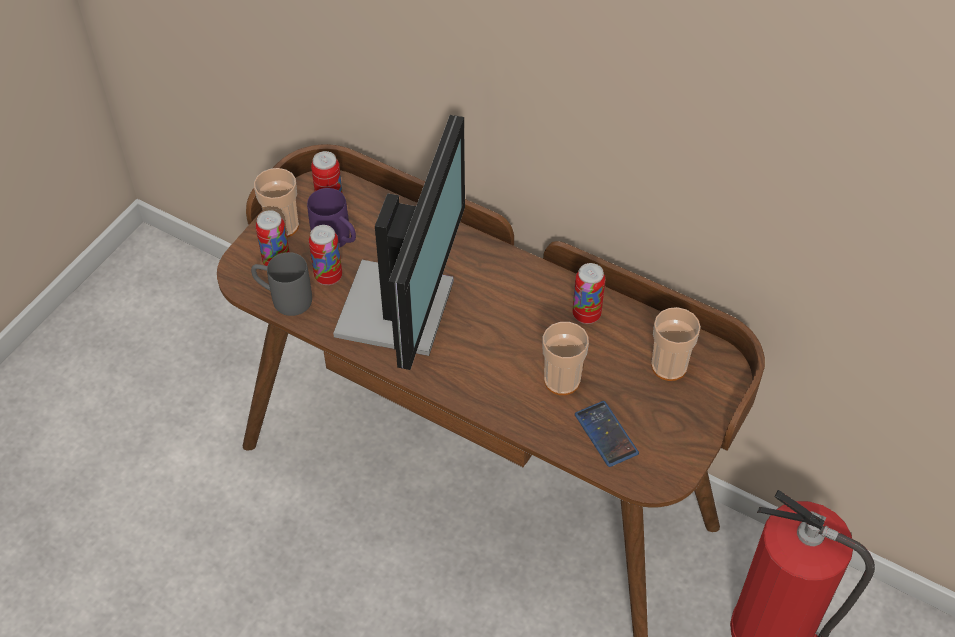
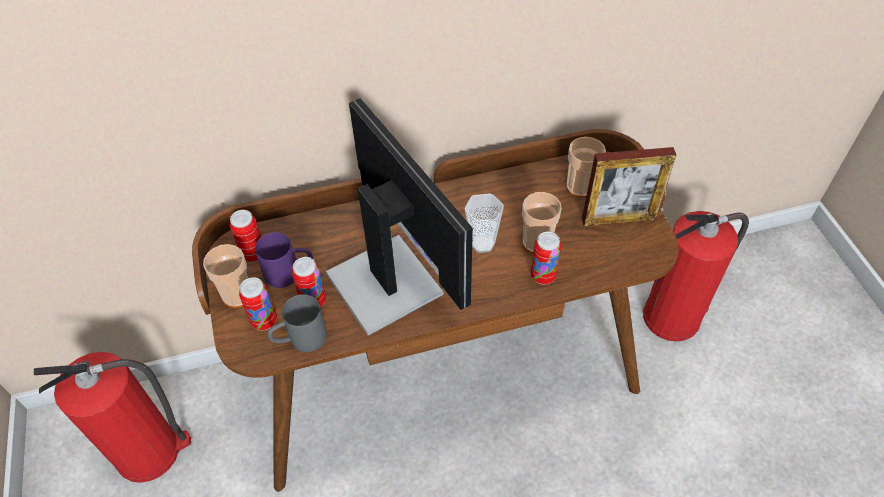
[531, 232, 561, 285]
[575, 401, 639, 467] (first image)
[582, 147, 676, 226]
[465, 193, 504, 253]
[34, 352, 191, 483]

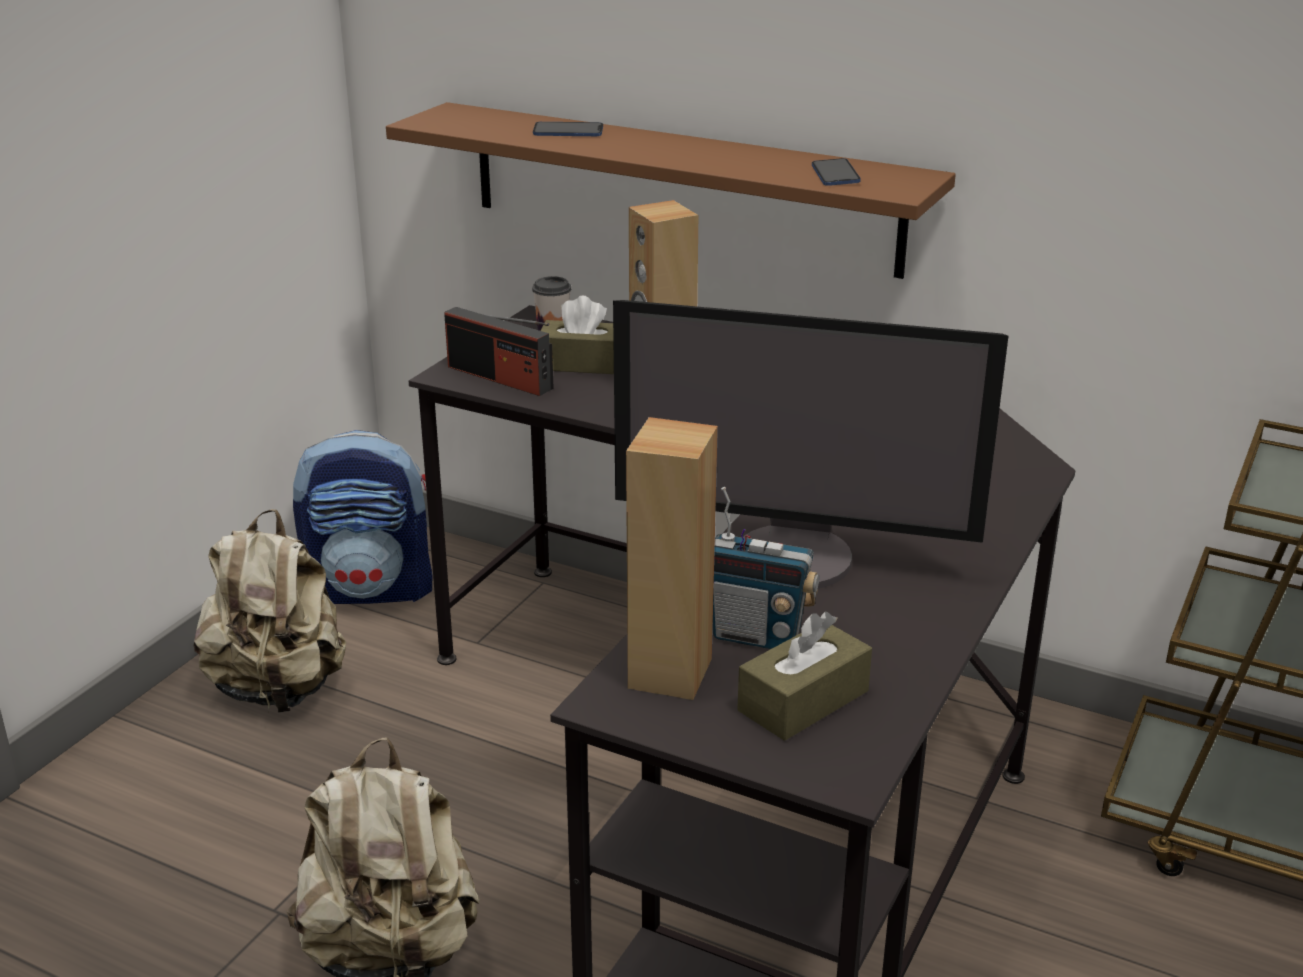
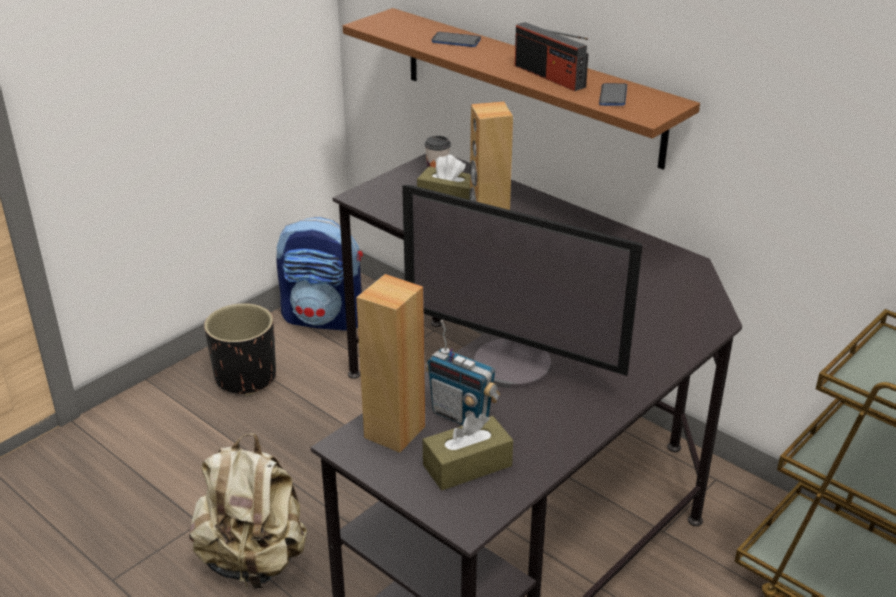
[515, 22, 589, 91]
[204, 303, 276, 396]

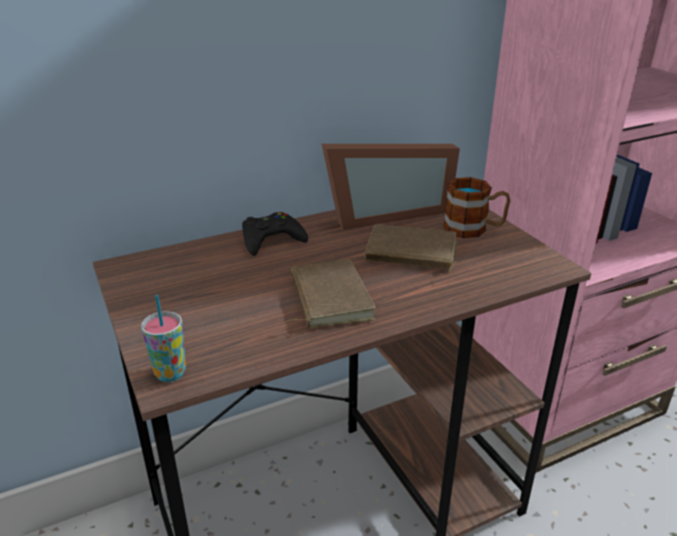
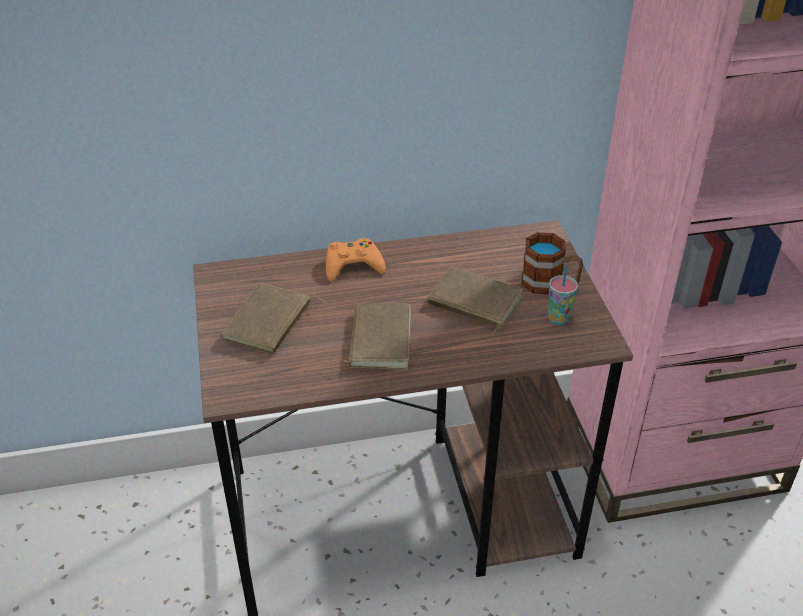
[322, 144, 460, 230] (first image)
[326, 238, 386, 282]
[548, 265, 578, 325]
[222, 283, 326, 354]

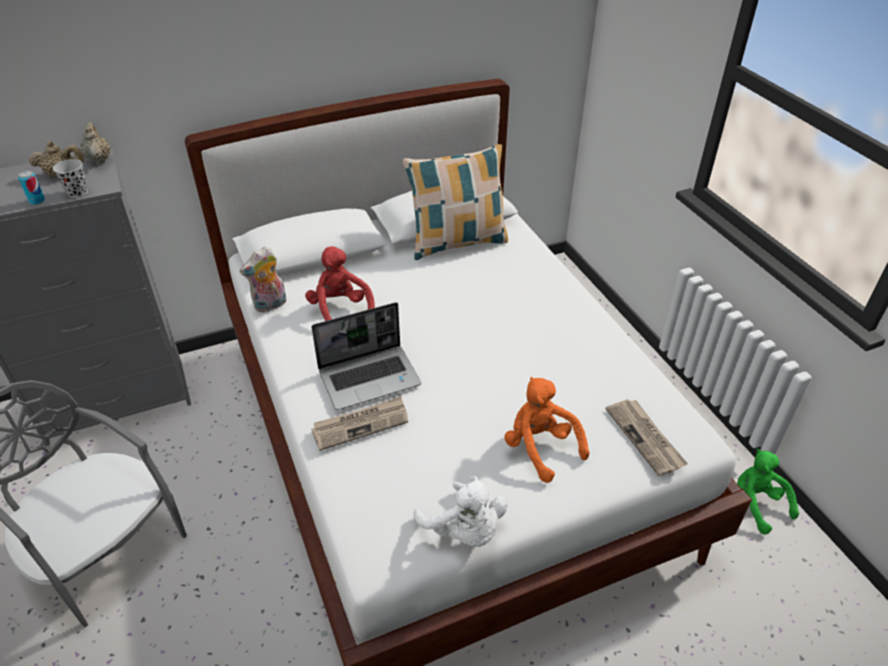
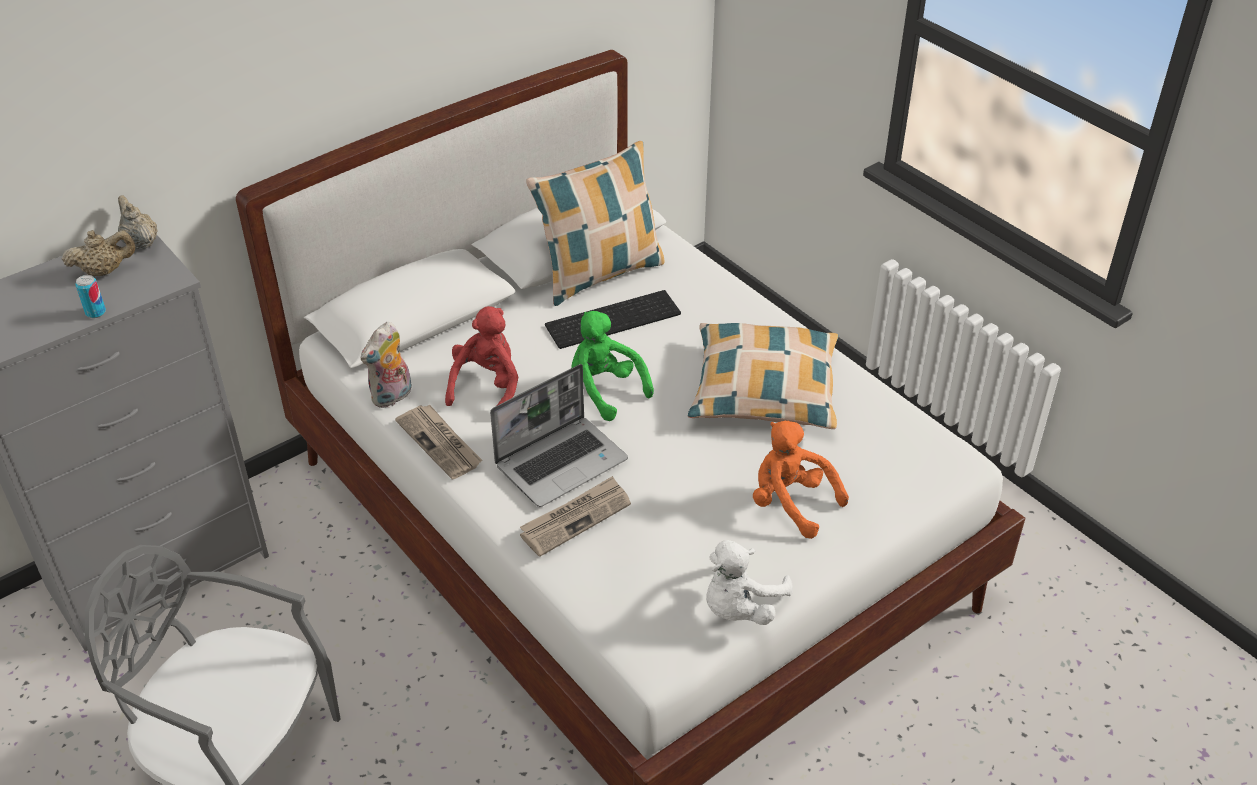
[53, 159, 88, 198] (first image)
[445, 306, 519, 406]
[395, 405, 482, 479]
[571, 311, 654, 421]
[706, 540, 793, 625]
[545, 290, 681, 349]
[688, 323, 839, 429]

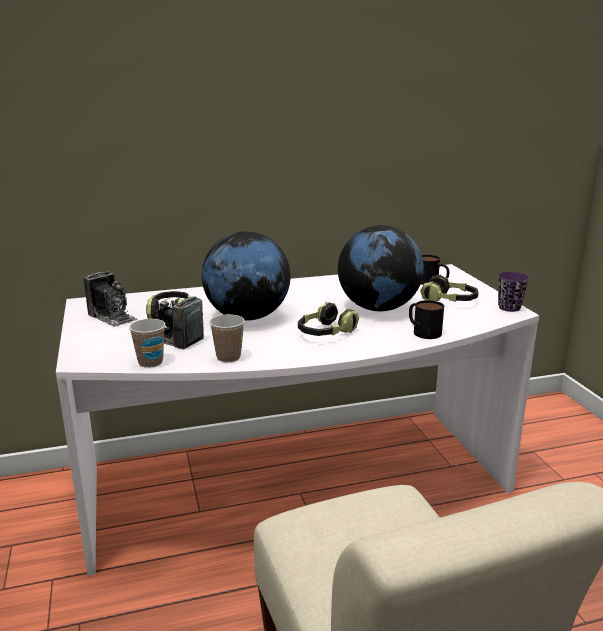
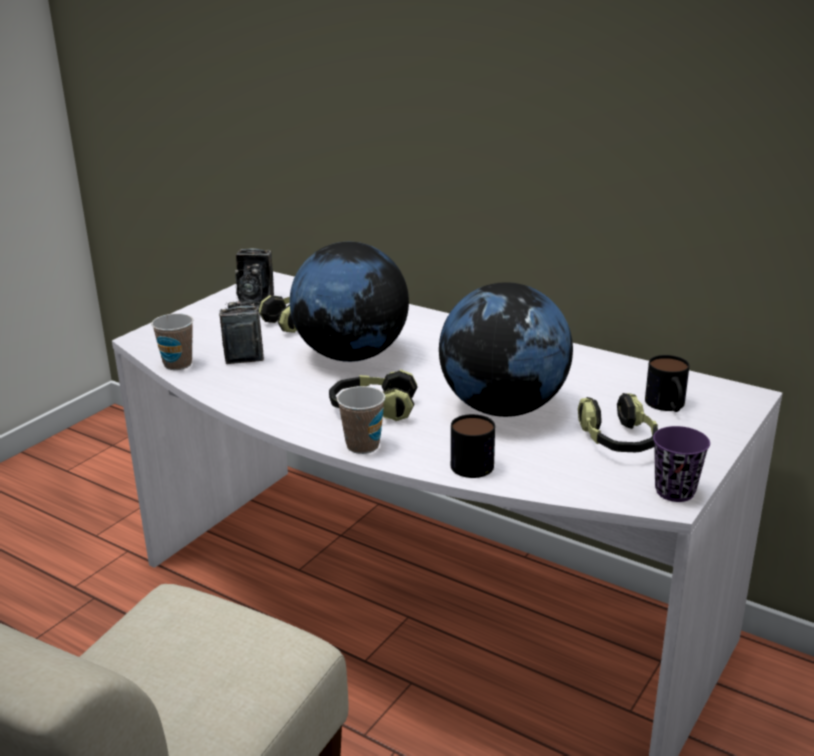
[337, 386, 385, 454]

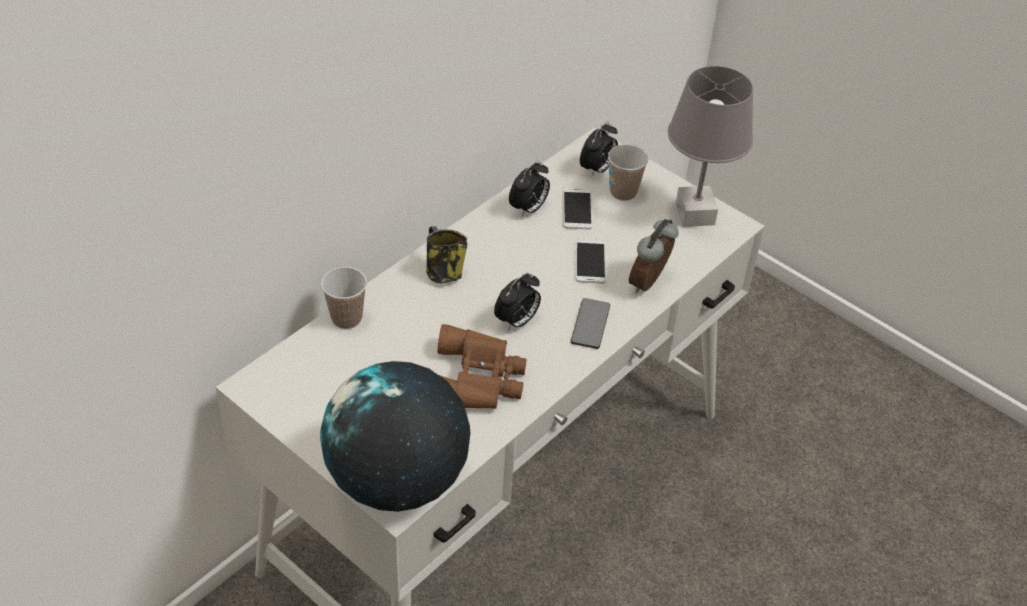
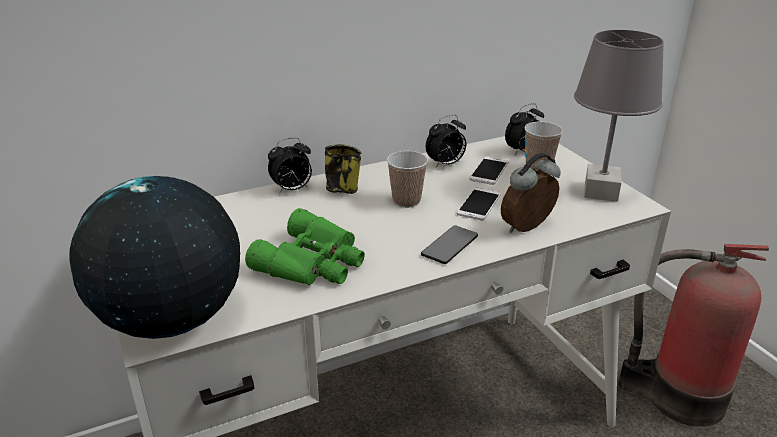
[387, 151, 428, 208]
[268, 137, 312, 194]
[245, 208, 365, 285]
[618, 244, 769, 427]

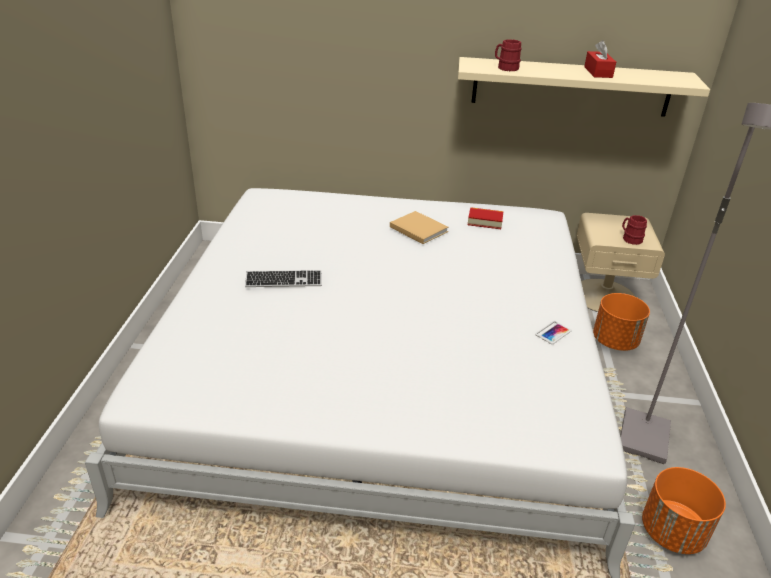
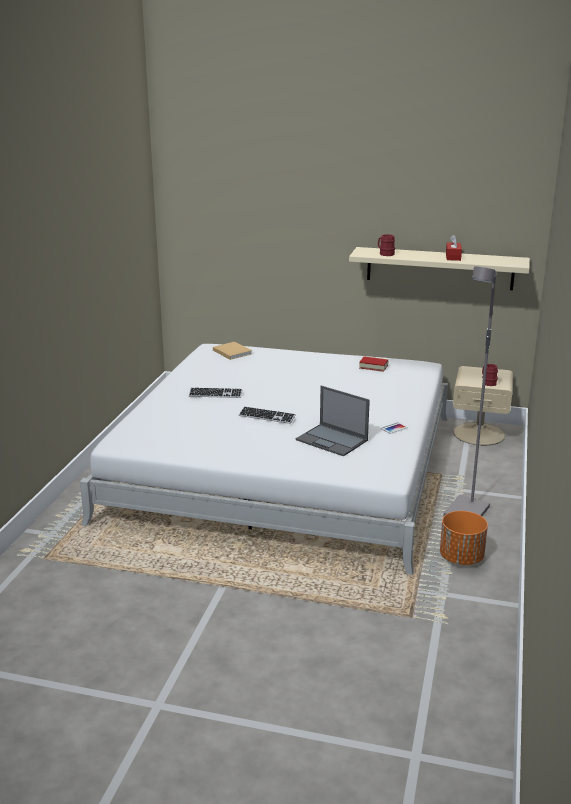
[213, 342, 252, 360]
[593, 293, 650, 351] (first image)
[296, 386, 370, 456]
[239, 406, 296, 424]

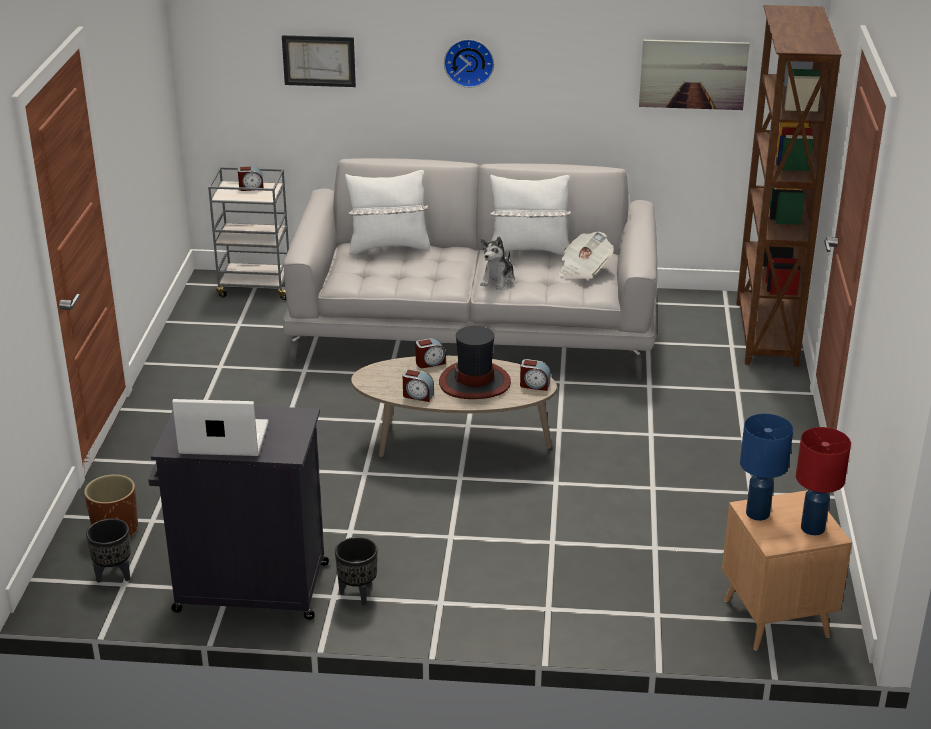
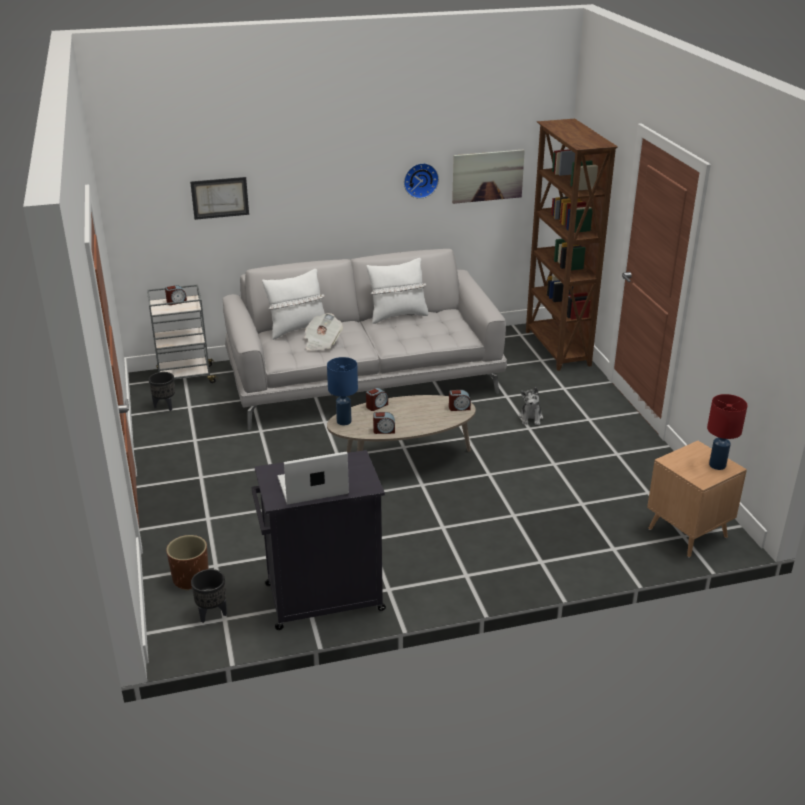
[404, 163, 439, 199]
[304, 313, 343, 351]
[519, 387, 543, 425]
[439, 326, 511, 399] (first image)
[327, 357, 358, 425]
[148, 372, 175, 411]

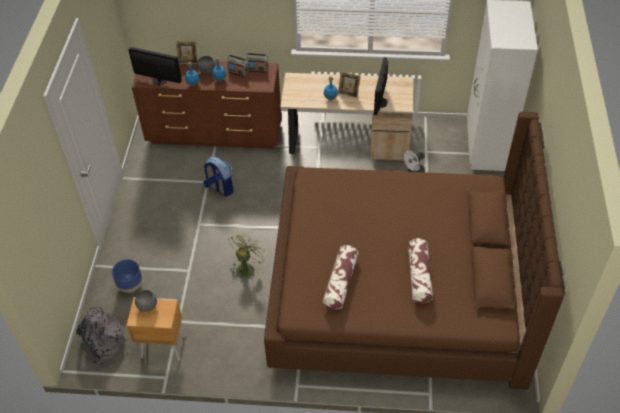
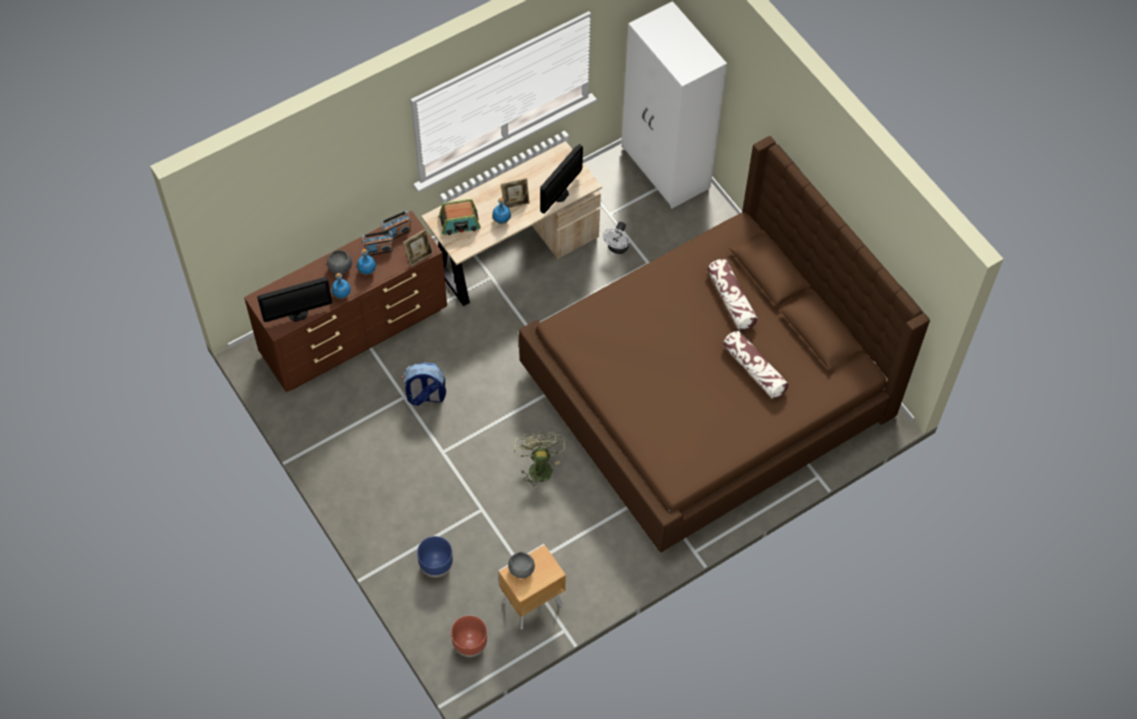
[403, 229, 433, 267]
[540, 144, 583, 214]
[707, 259, 758, 330]
[451, 615, 487, 657]
[439, 199, 481, 235]

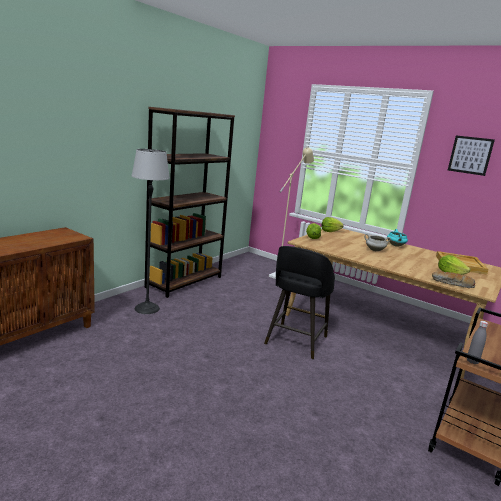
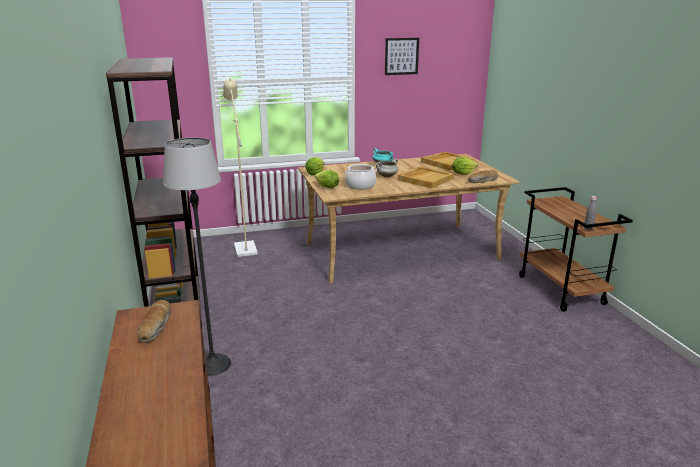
[264, 246, 335, 359] (first image)
[344, 164, 377, 190]
[398, 166, 454, 189]
[138, 300, 171, 343]

